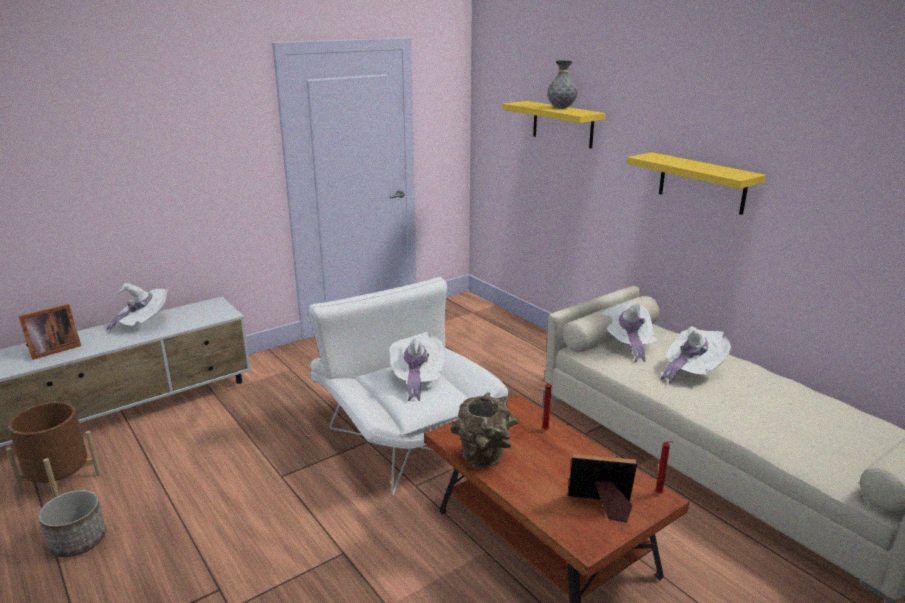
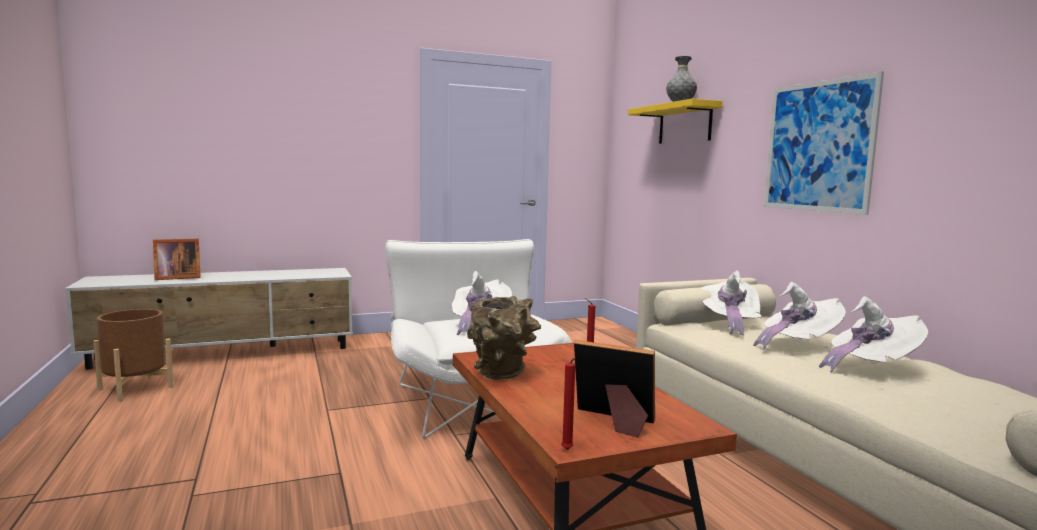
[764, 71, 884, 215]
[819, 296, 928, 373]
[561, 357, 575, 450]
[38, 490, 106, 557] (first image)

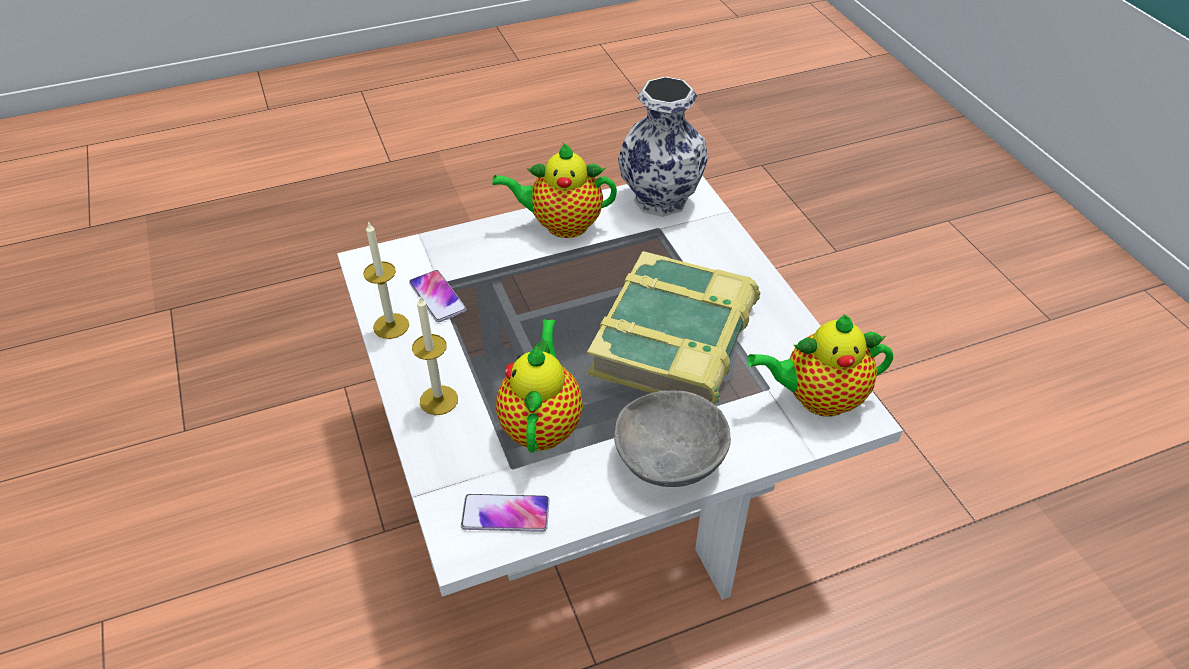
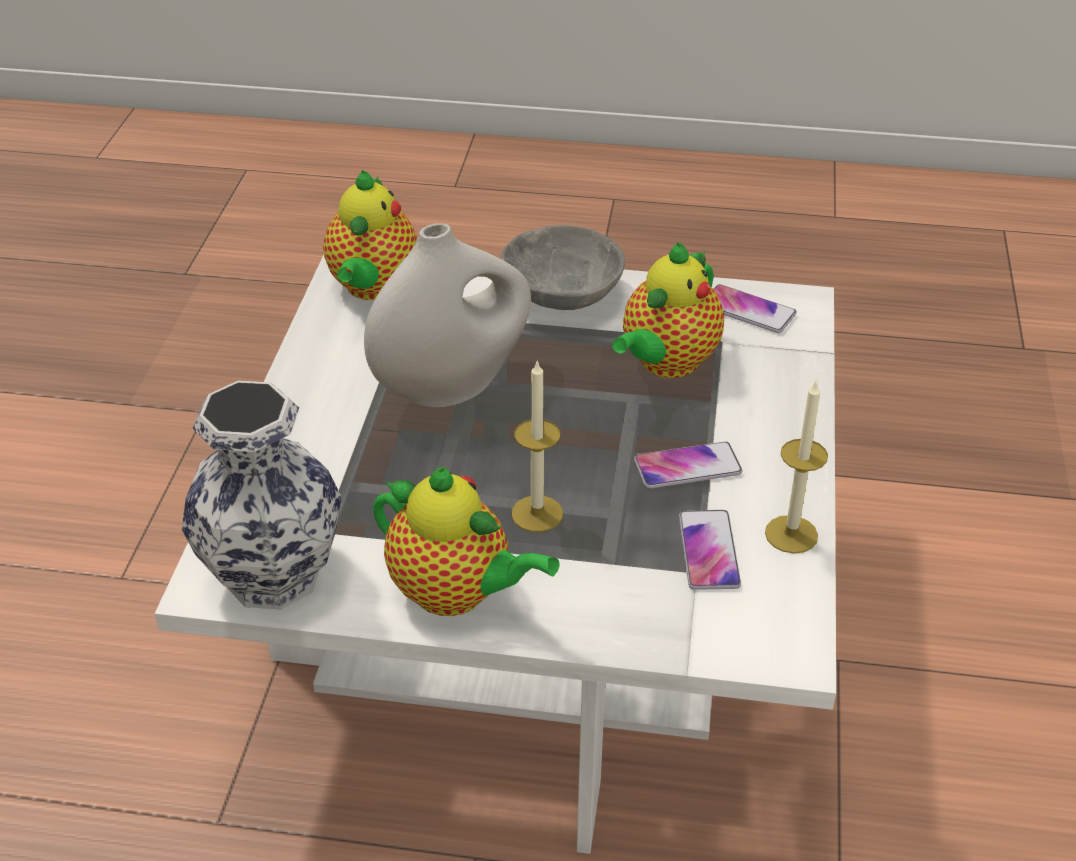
[364, 223, 531, 407]
[512, 360, 563, 532]
[323, 170, 417, 300]
[634, 442, 742, 488]

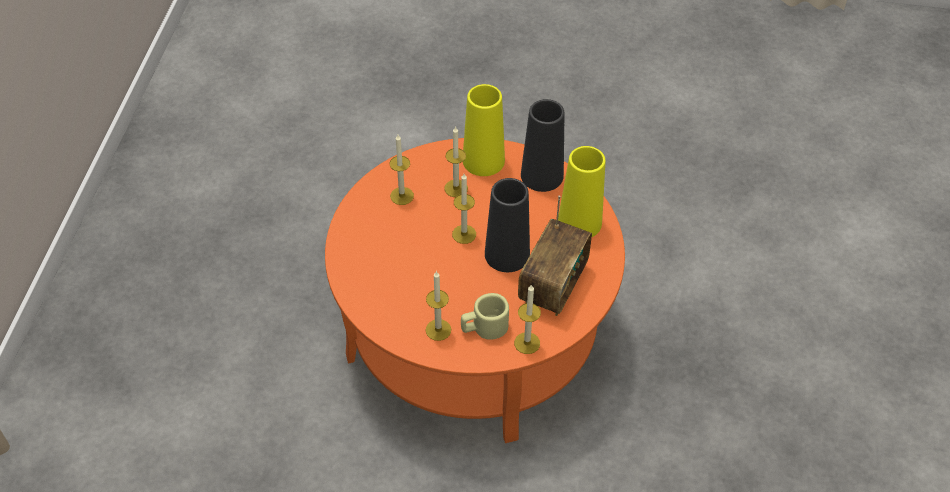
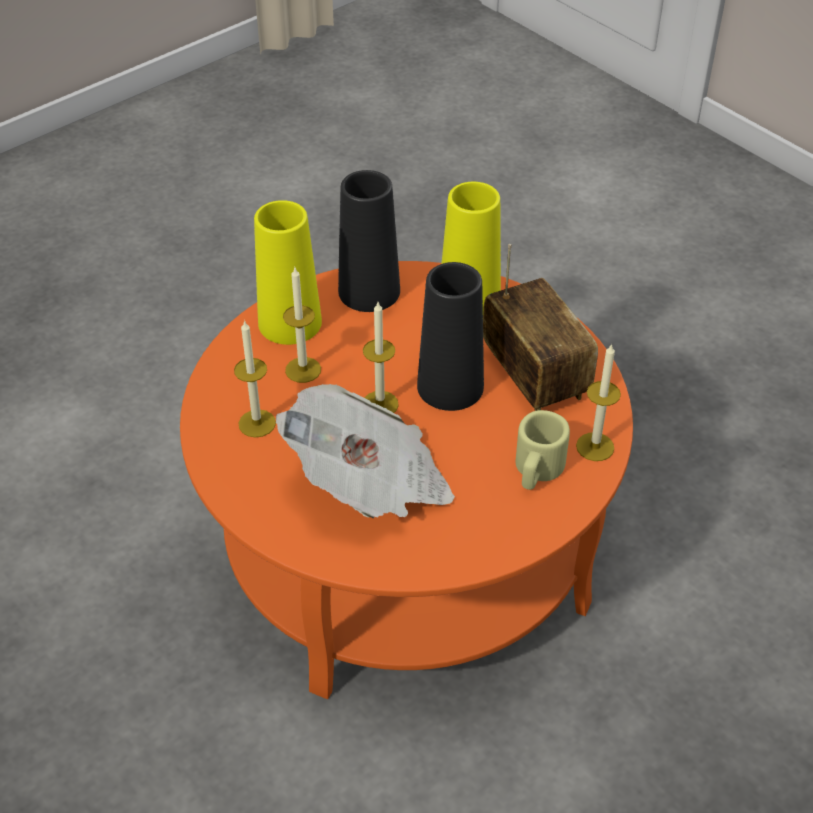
[426, 271, 451, 341] (first image)
[276, 384, 455, 519]

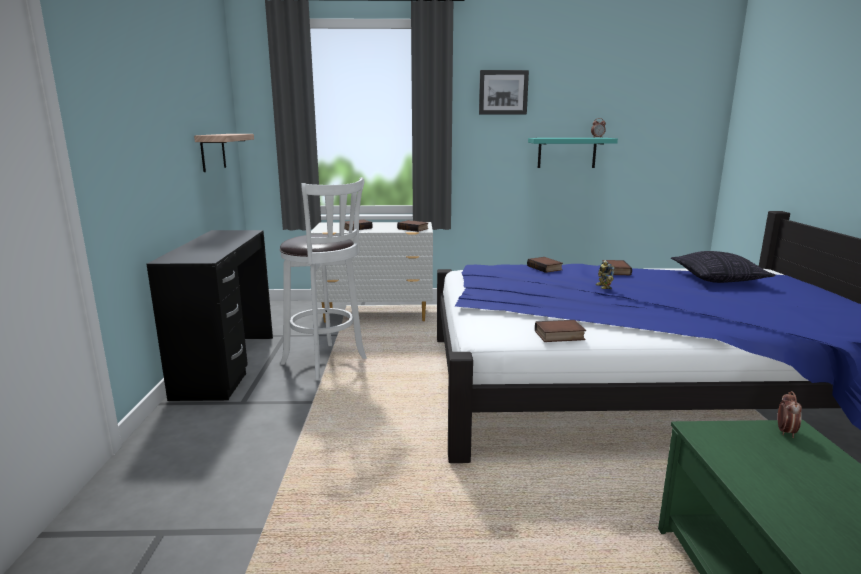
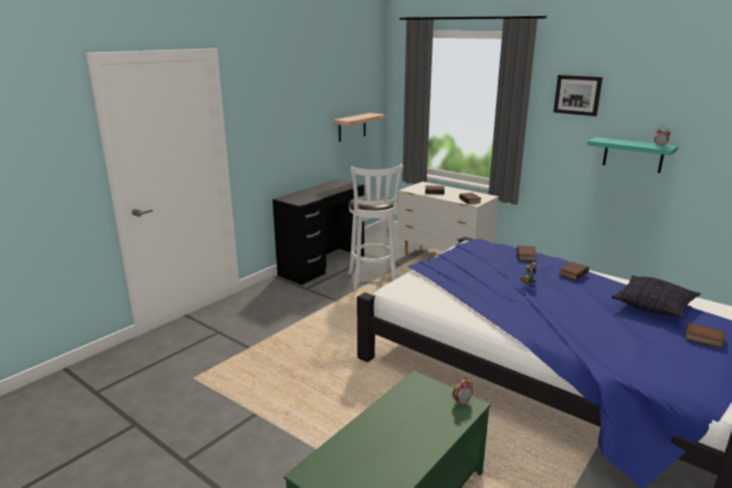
[685, 323, 725, 349]

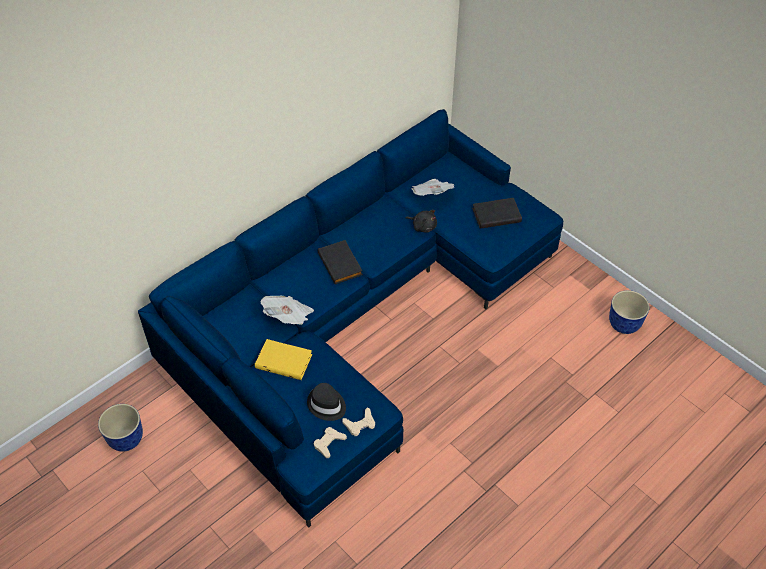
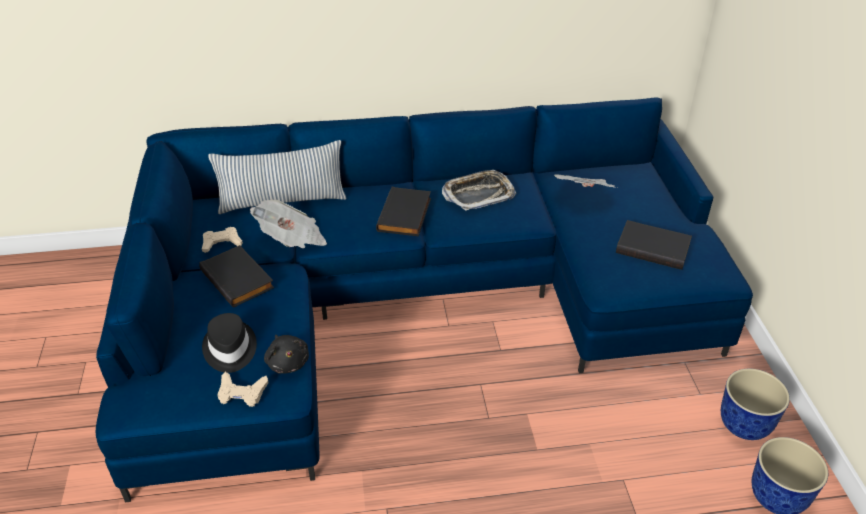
[264, 335, 309, 374]
[199, 245, 274, 308]
[721, 369, 790, 440]
[202, 227, 243, 253]
[208, 140, 346, 214]
[442, 170, 516, 211]

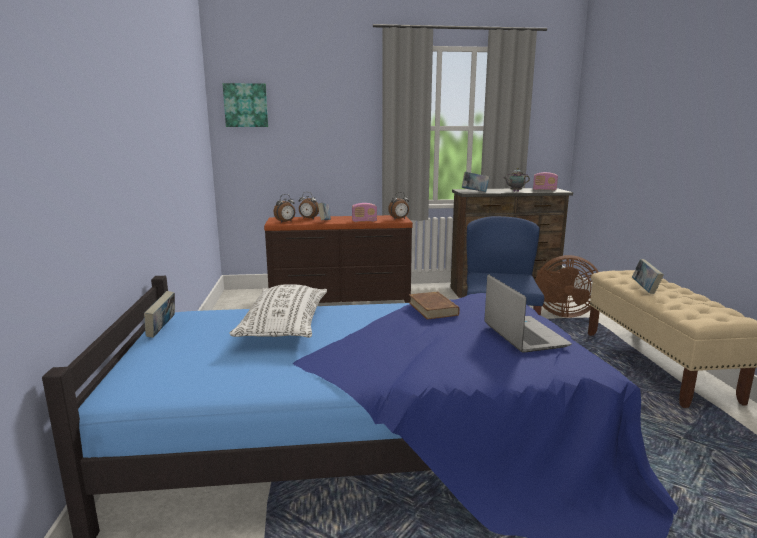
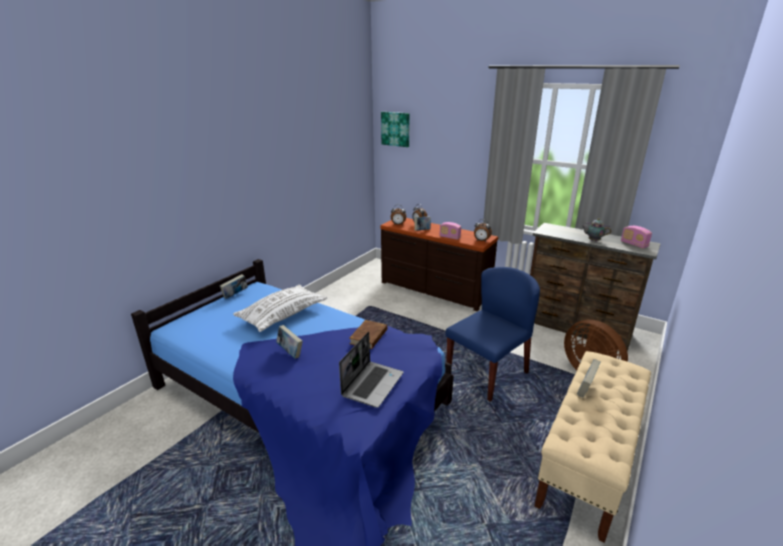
[276, 325, 303, 359]

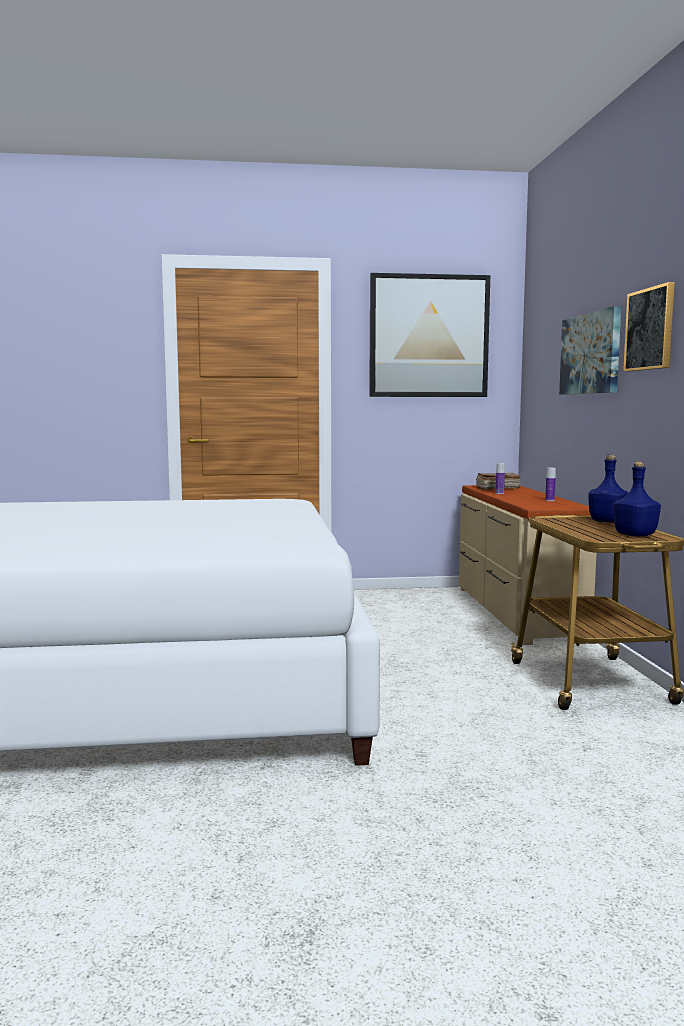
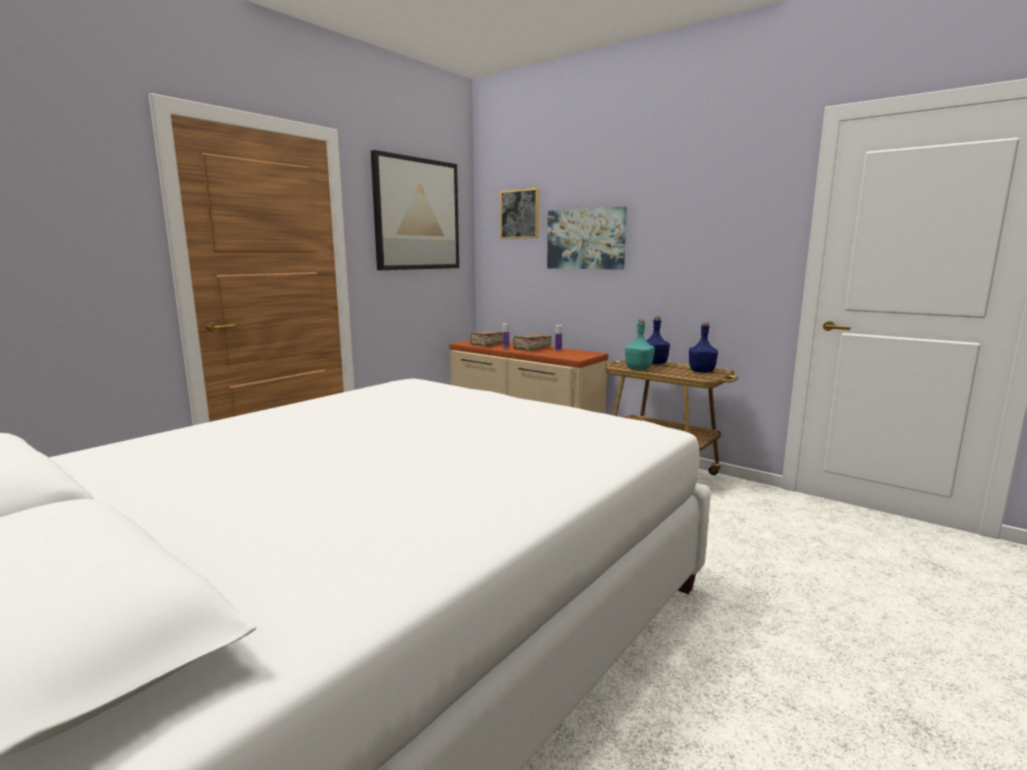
[500, 188, 539, 239]
[625, 319, 655, 370]
[513, 333, 552, 351]

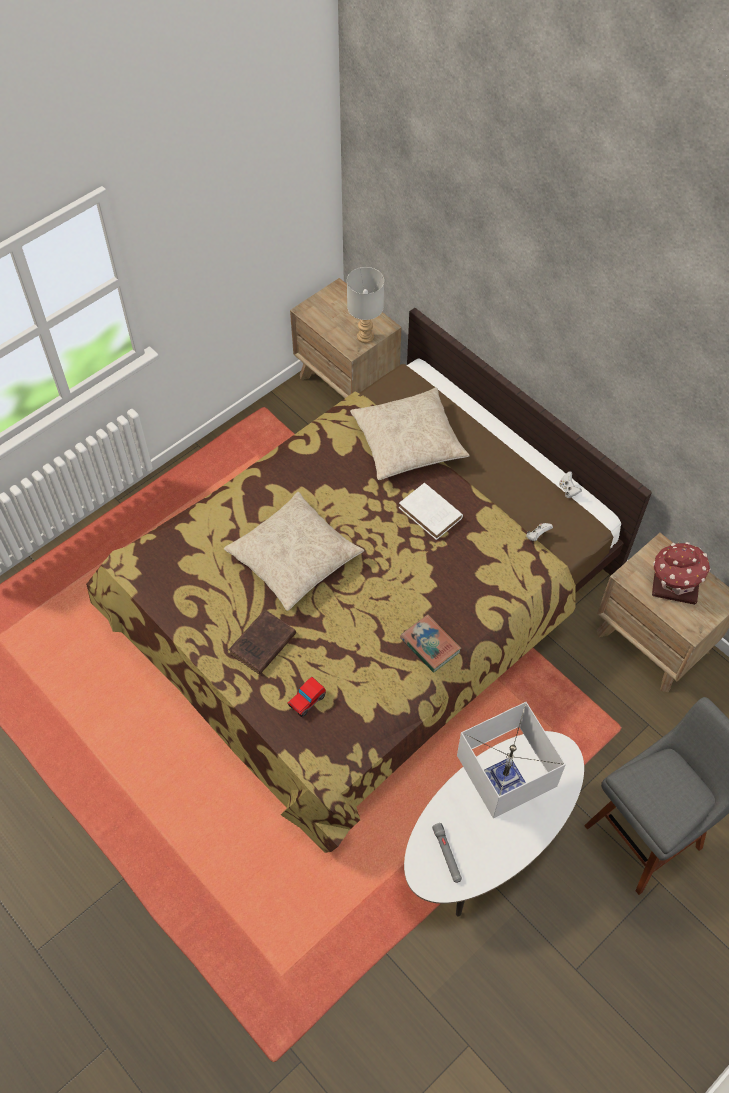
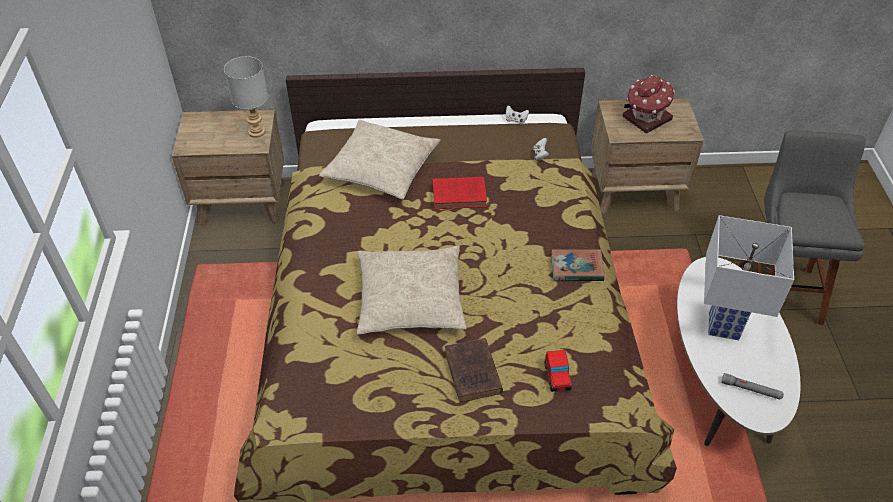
[433, 177, 487, 209]

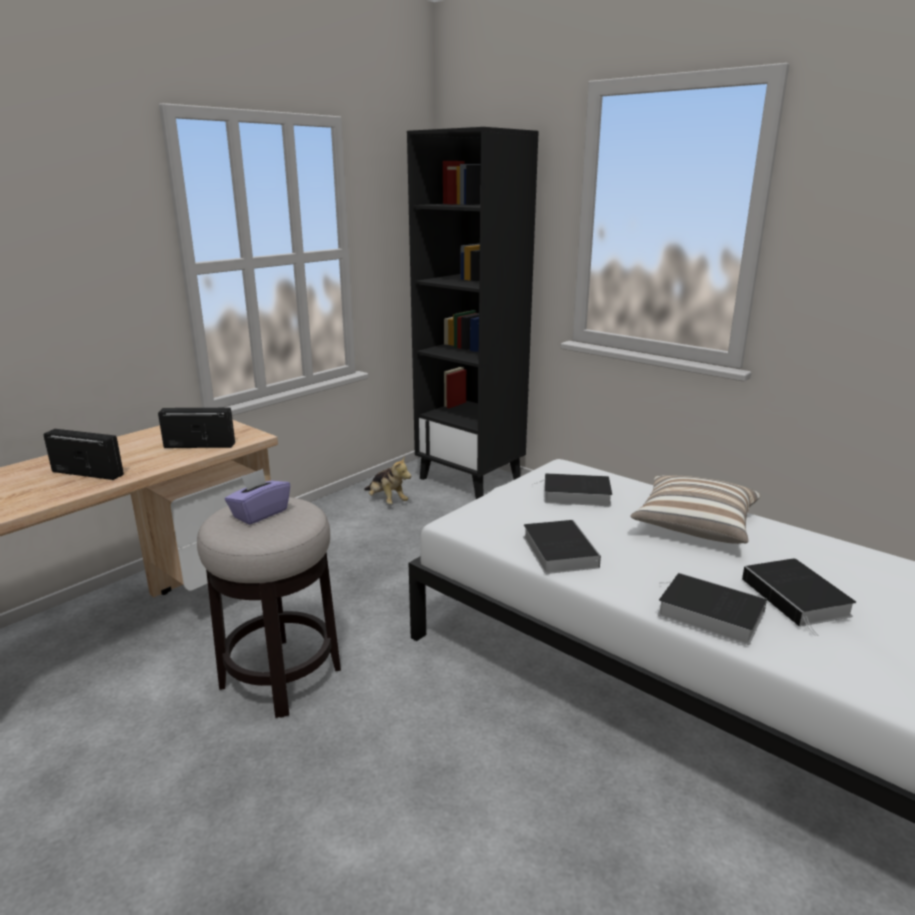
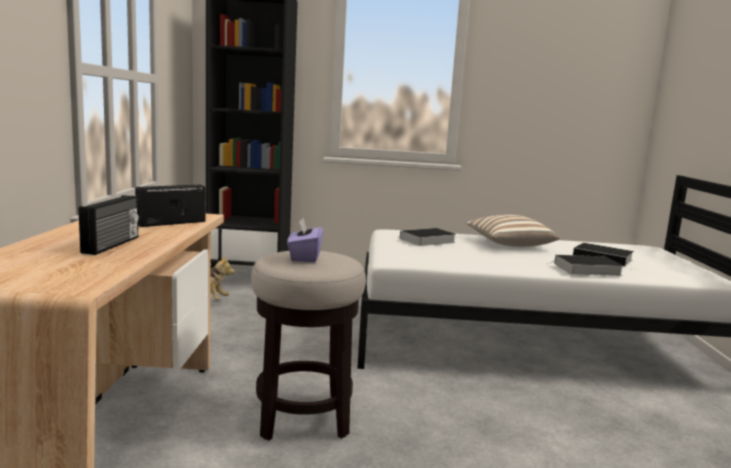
[79, 195, 139, 255]
[523, 520, 601, 574] (first image)

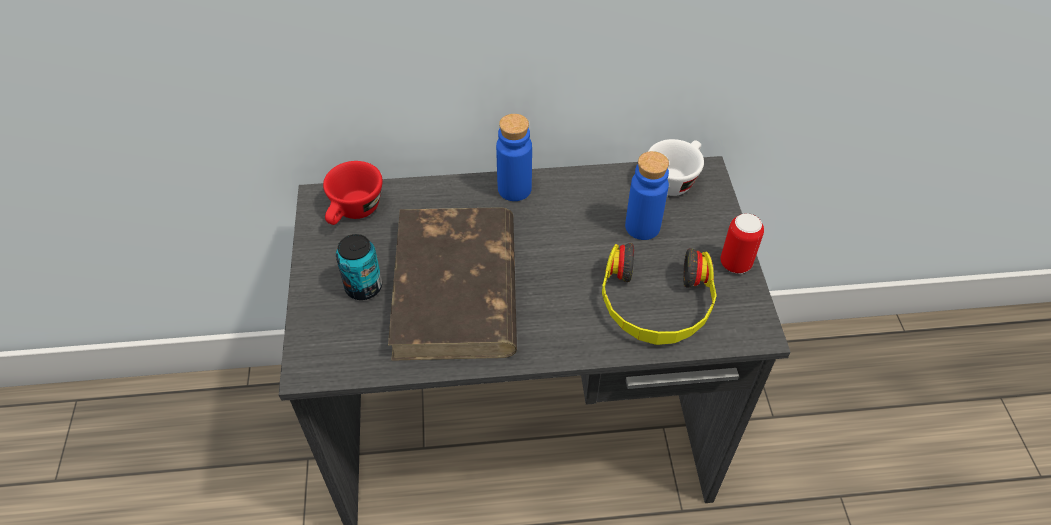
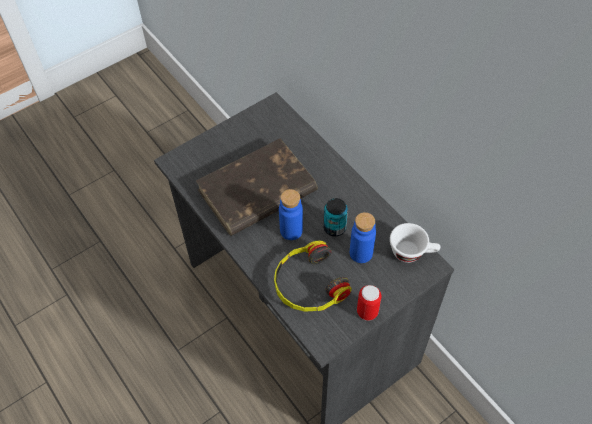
[279, 189, 303, 240]
[323, 161, 383, 225] (first image)
[323, 198, 348, 236]

